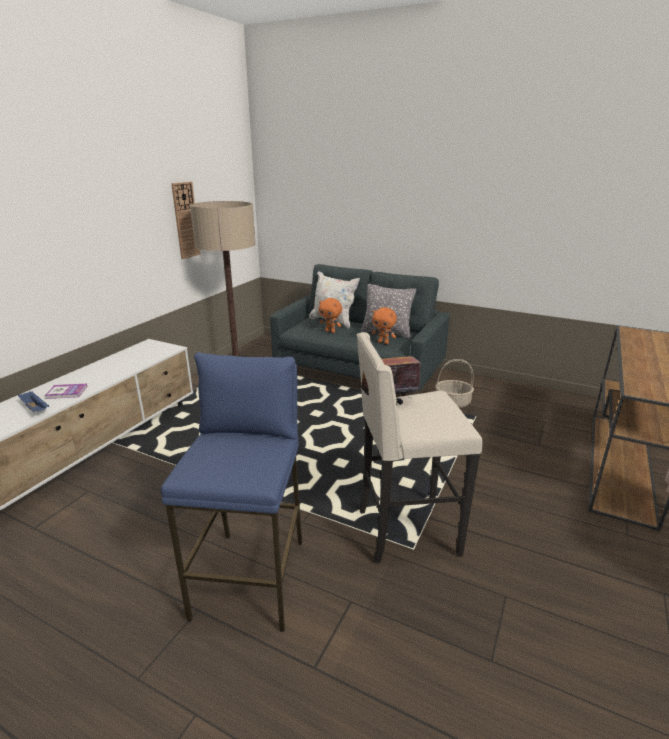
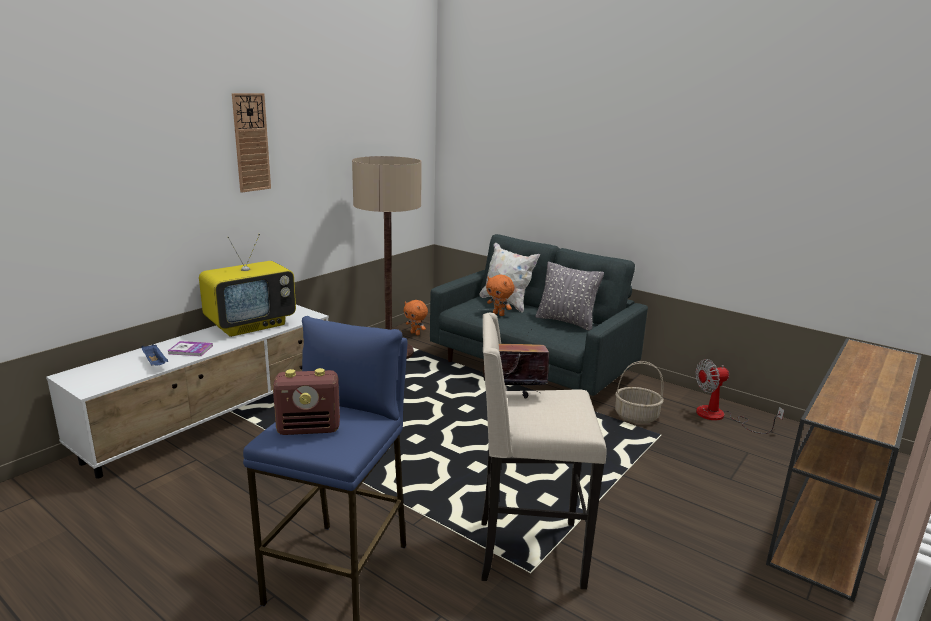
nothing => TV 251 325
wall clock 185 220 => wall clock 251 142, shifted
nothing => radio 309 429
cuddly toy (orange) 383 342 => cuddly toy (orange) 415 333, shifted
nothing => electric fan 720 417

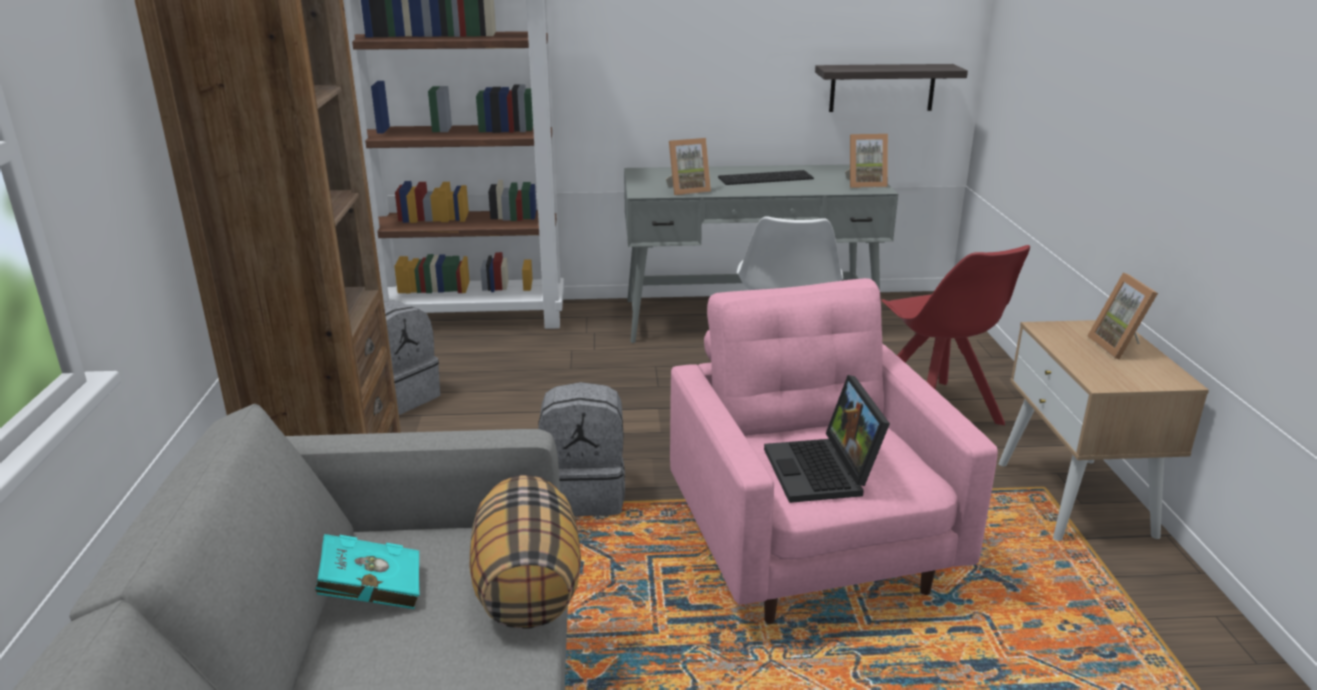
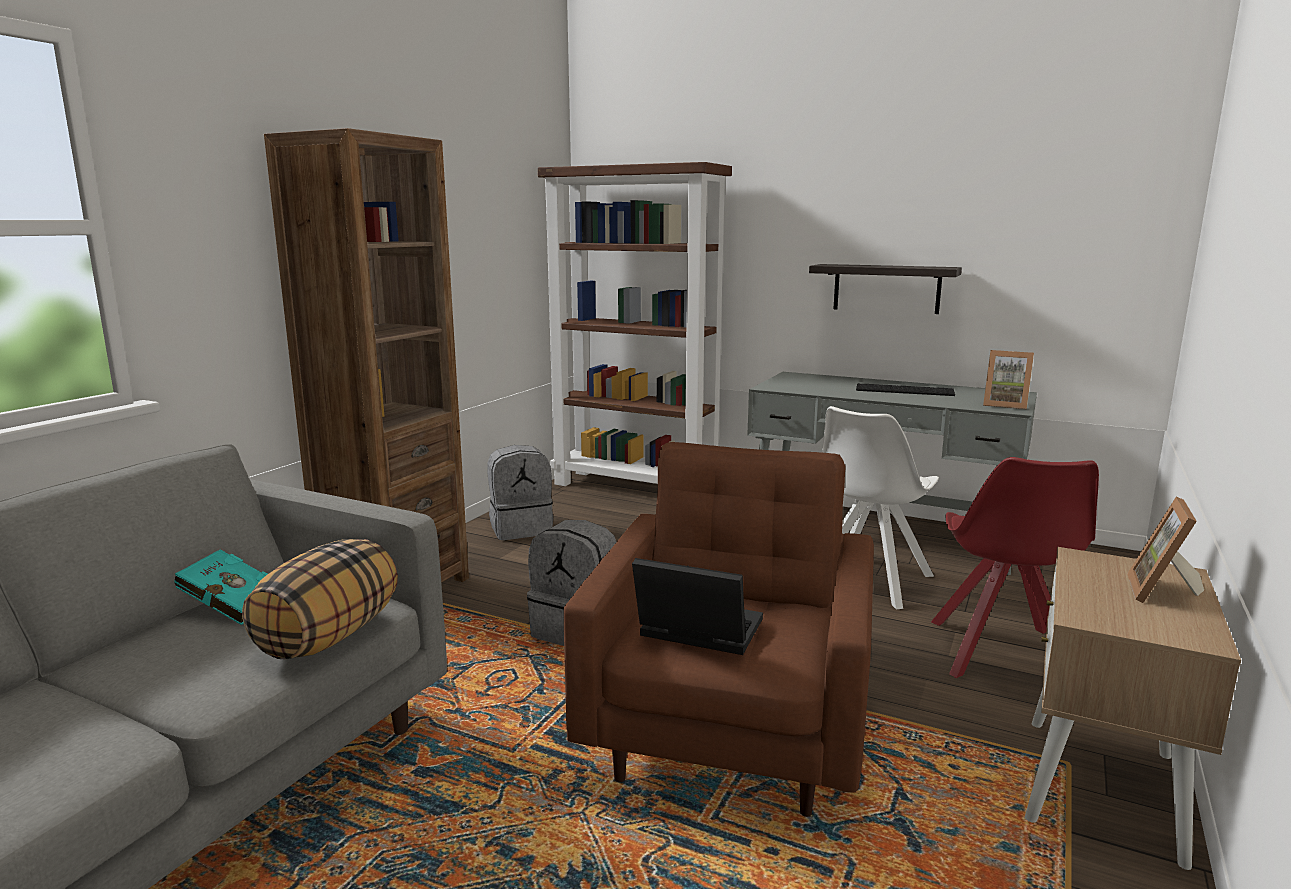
armchair (pinkish) 811 547 => armchair (brown-coloured) 731 733
portable computer 824 472 => portable computer 695 632, 90 degrees clockwise
bracket shelf 882 88 => bracket shelf 886 288, shifted
standing frame 687 190 => nothing

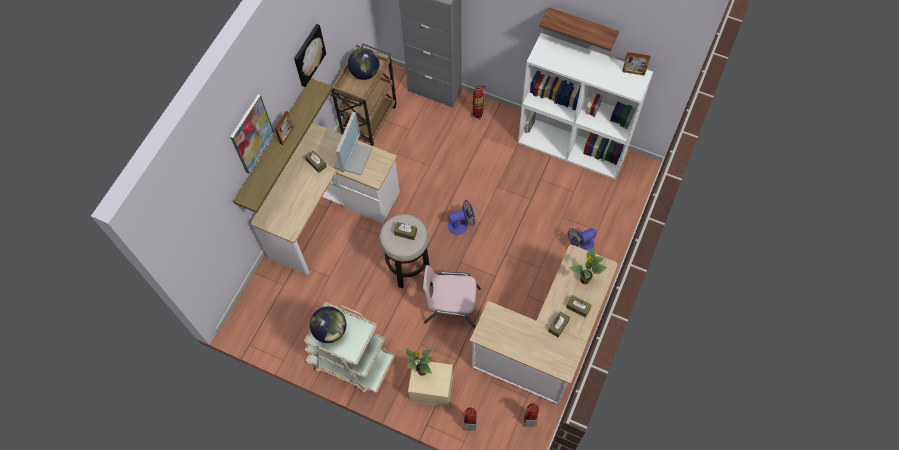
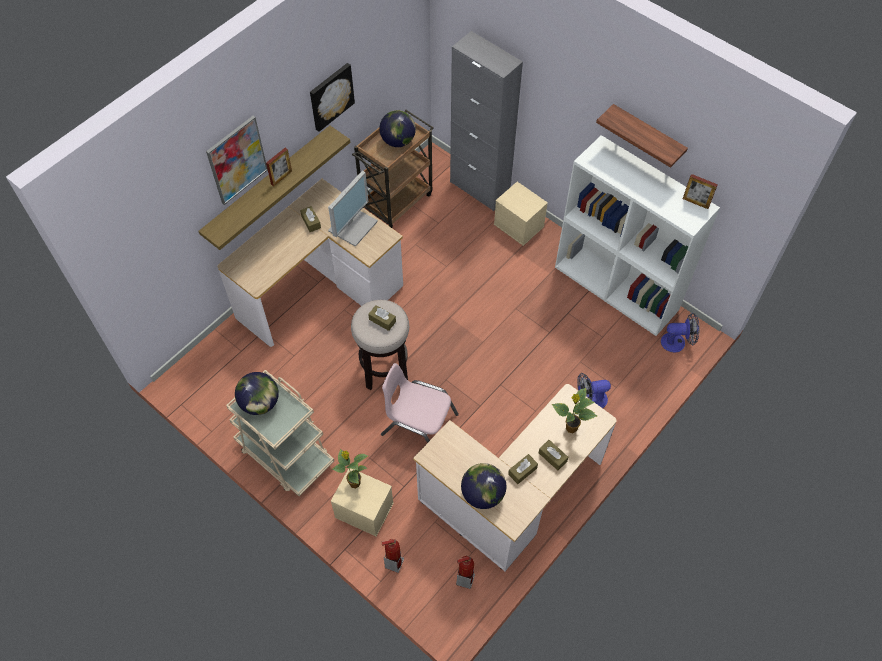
nothing => globe 483 494
fire-fighting cylinder 477 114 => storage container (beige) 519 225
electric fan 461 224 => electric fan 677 342, shifted

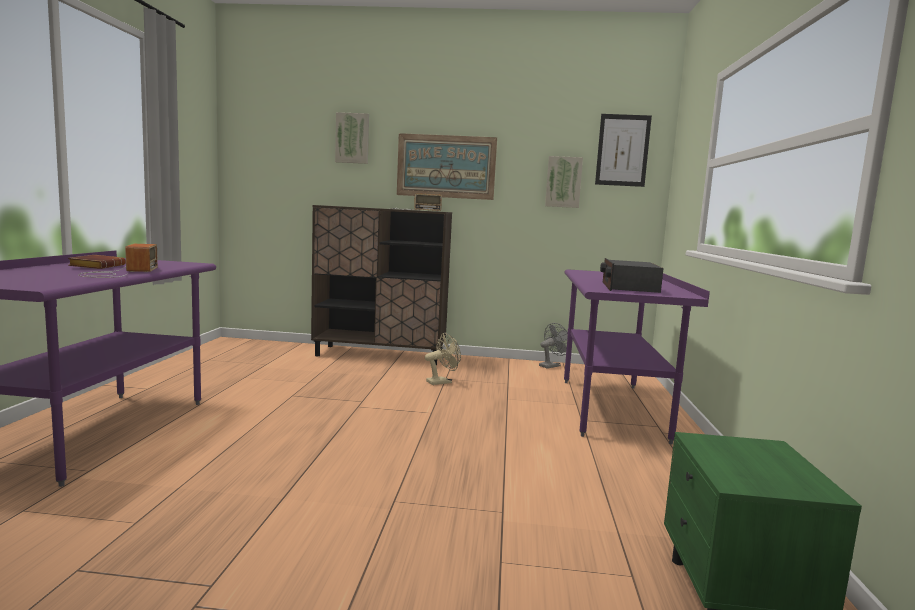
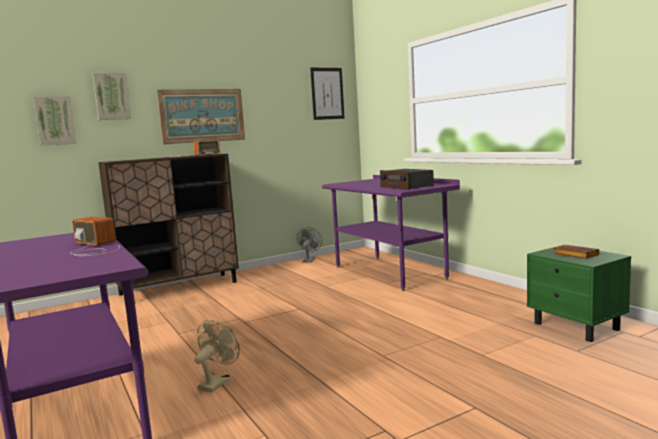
picture 563 182 => picture 55 120, shifted
electric fan (beige) 442 382 => electric fan (beige) 217 382, shifted
volume (brown-coloured) 97 266 => volume (brown-coloured) 574 255, shifted

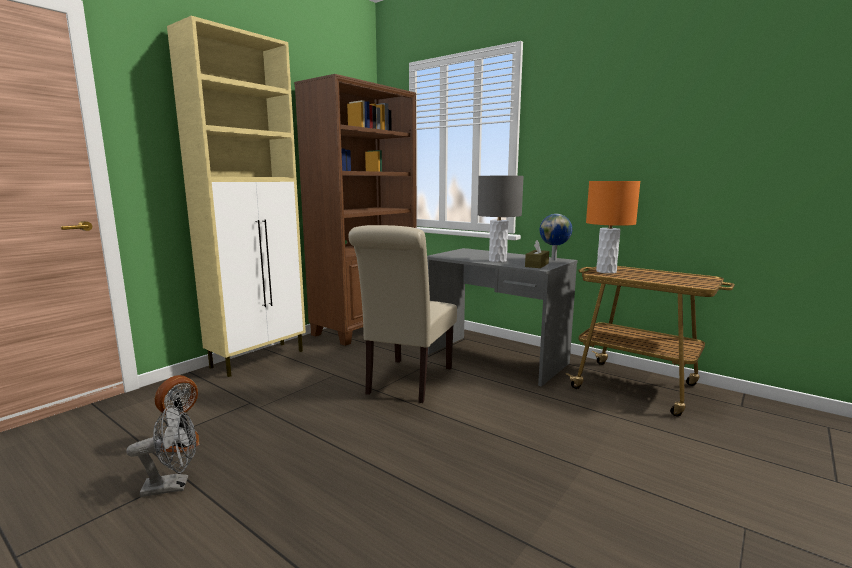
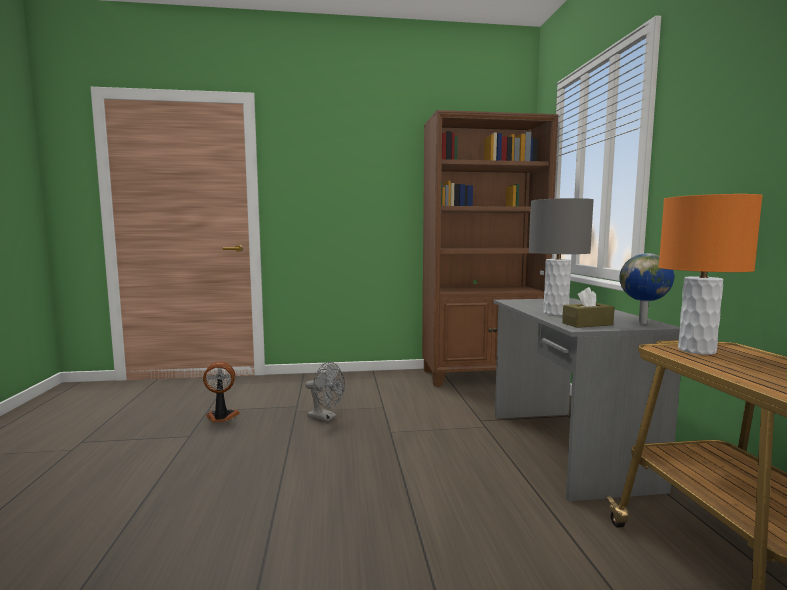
electric fan (gray) 173 486 => electric fan (gray) 326 417, shifted
storage cabinet (beige) 259 358 => nothing
chair (beige) 407 382 => nothing

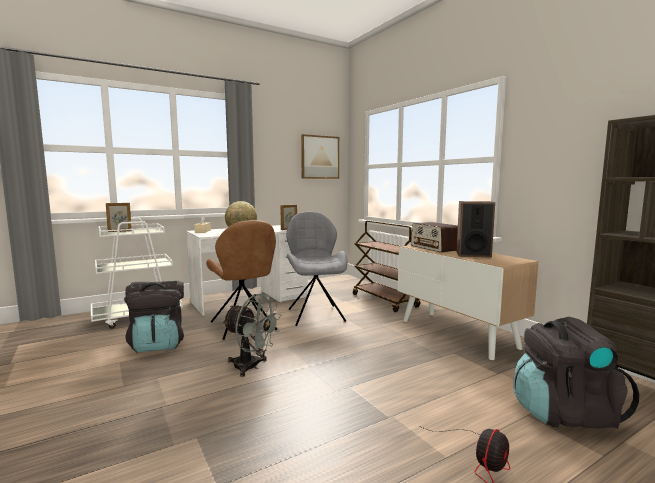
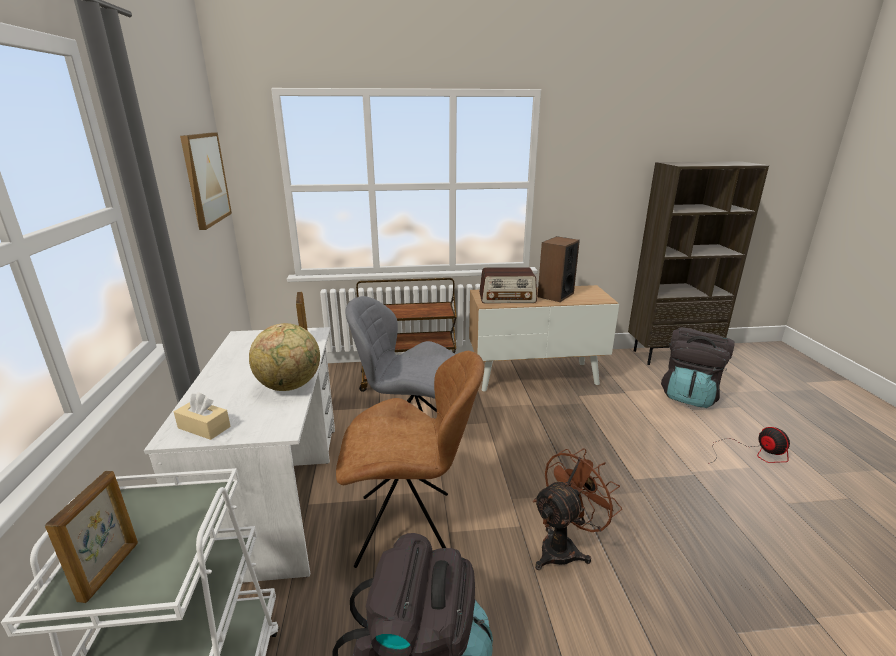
electric fan (gray) 251 367 => electric fan (brown-coloured) 564 547

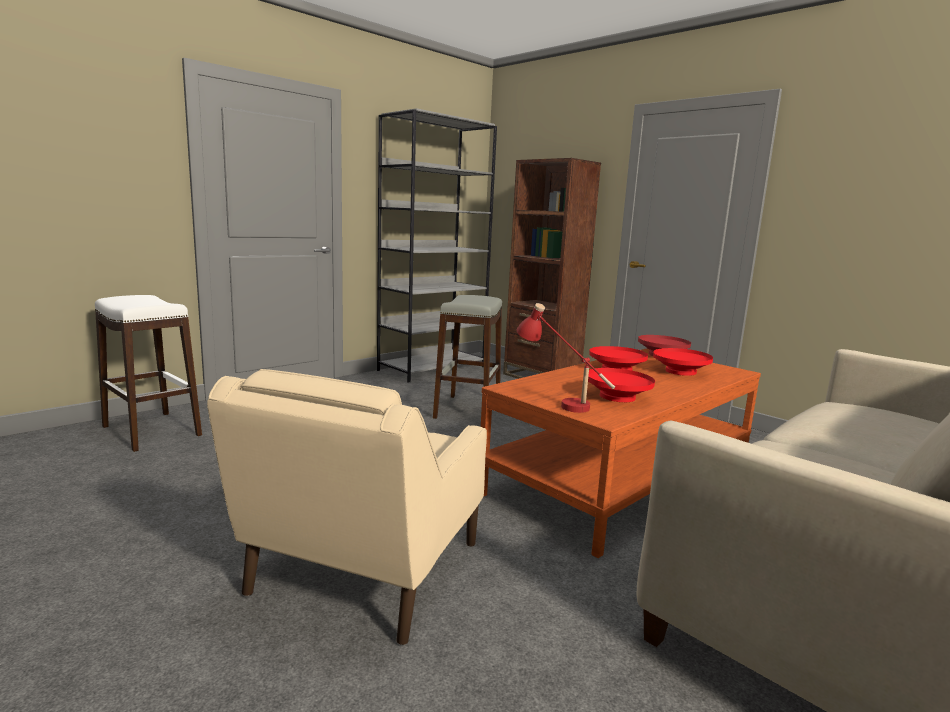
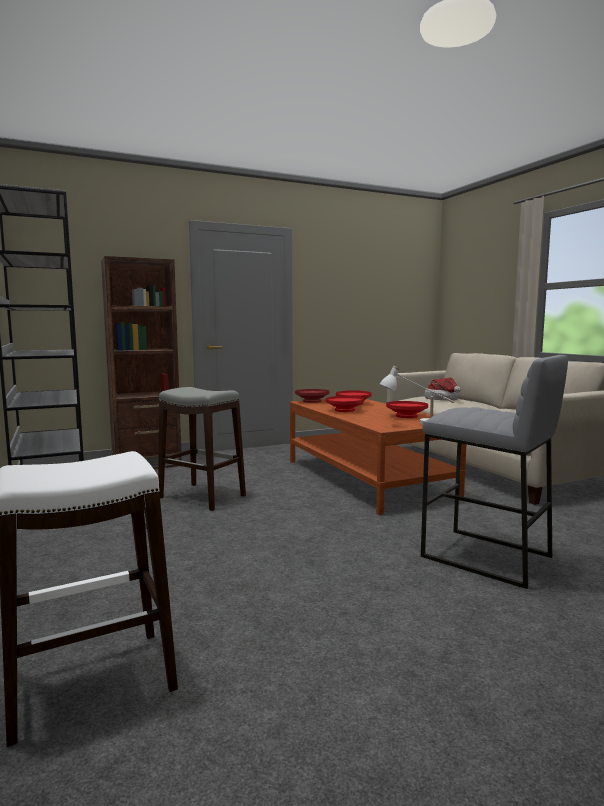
table lamp (red) 560 402 => table lamp (whitish) 417 424
armchair (beige) 364 571 => stool seat (gray) 485 557
nothing => clothing hat 443 399

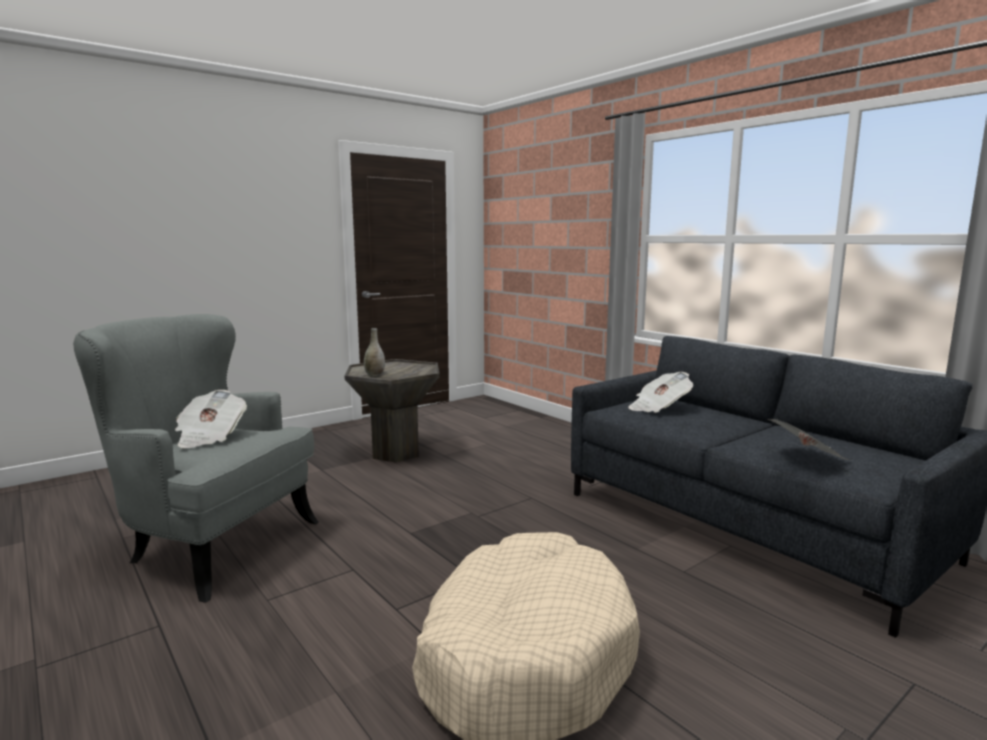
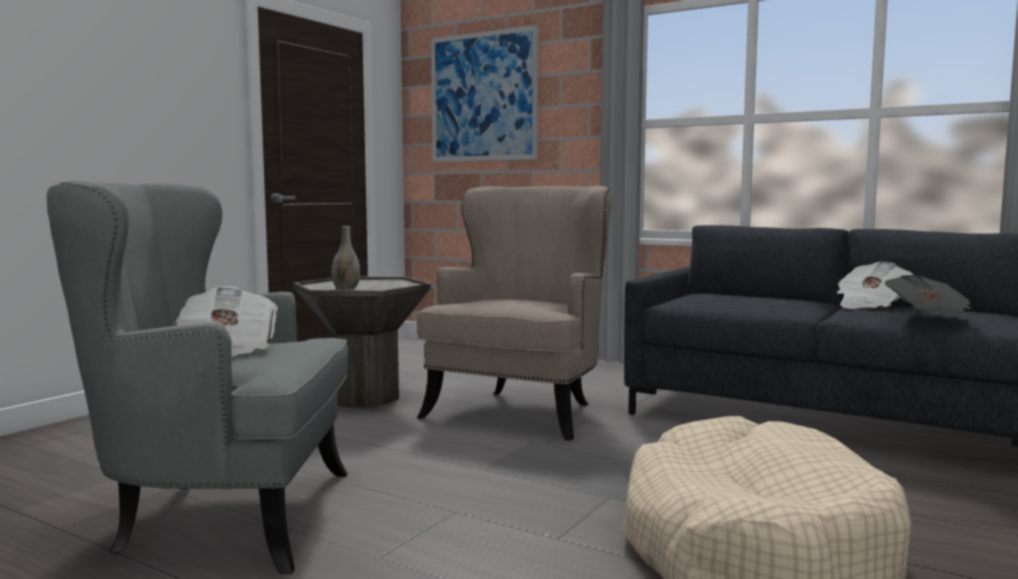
nothing => armchair (beige) 521 410
nothing => picture 483 97
printed paper 658 408 => printed paper 870 305, shifted

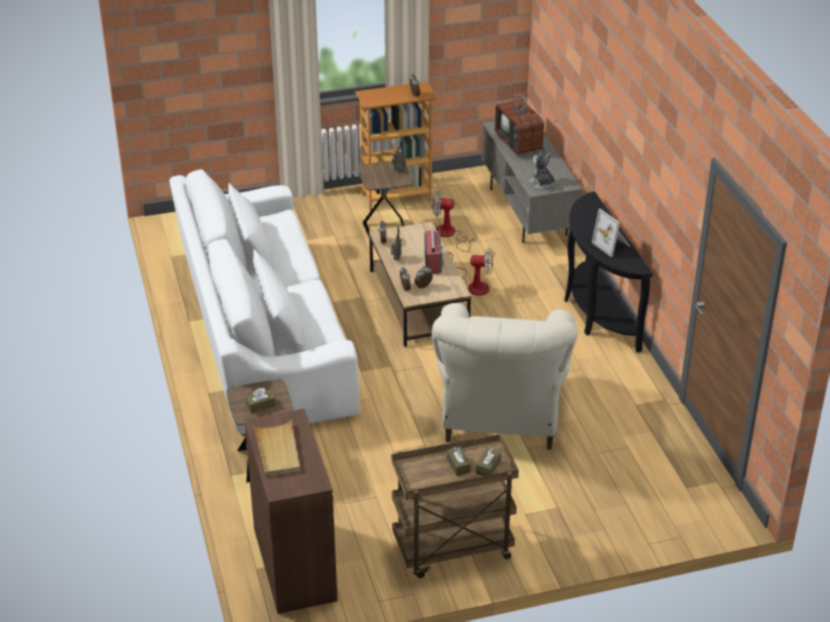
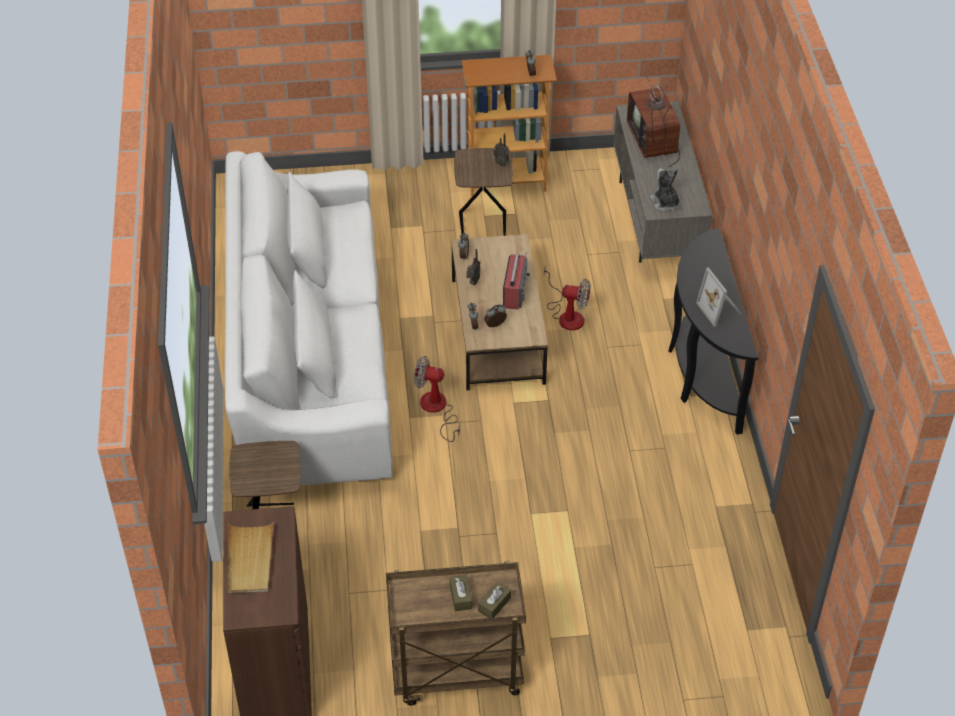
electric fan 449 235 => electric fan 437 409, shifted
tissue holder (brown-coloured) 261 406 => nothing
armchair (beige) 501 414 => nothing

